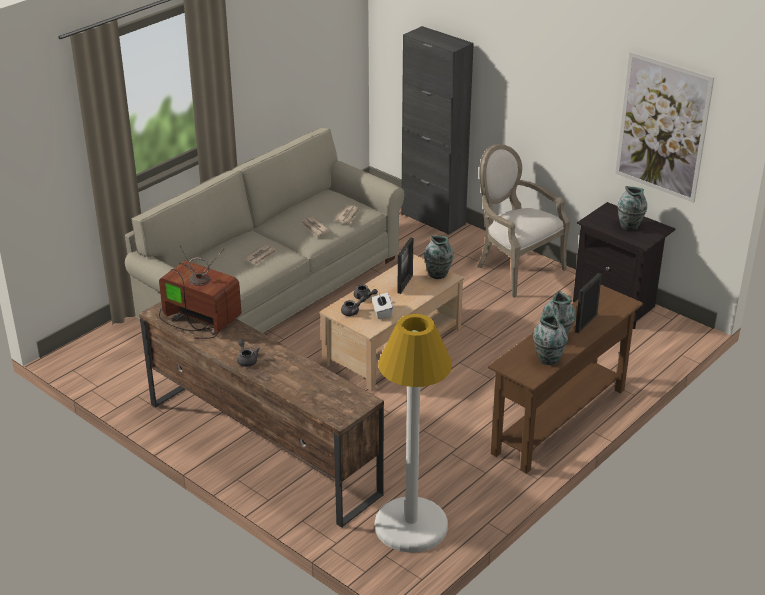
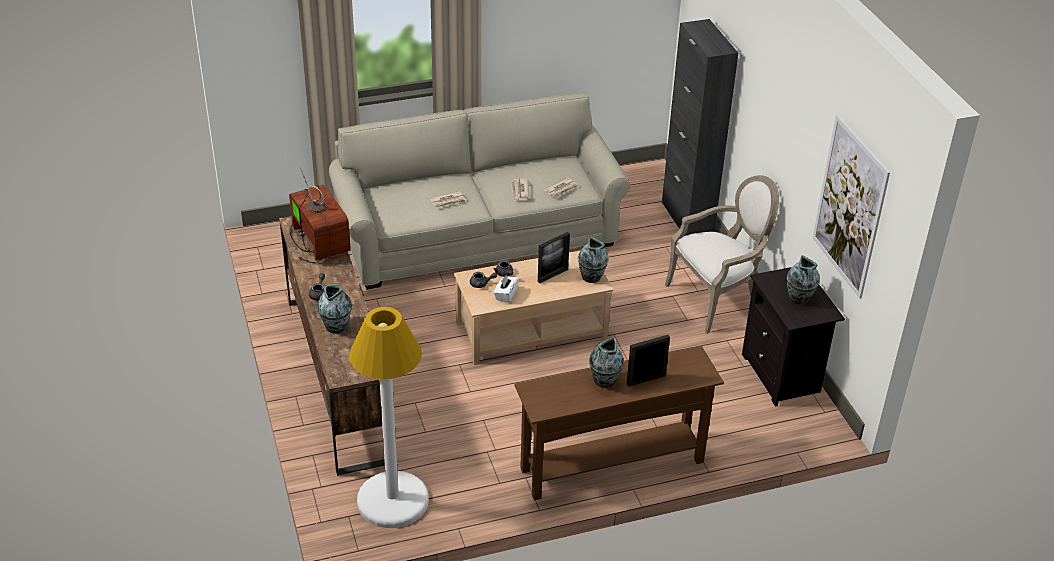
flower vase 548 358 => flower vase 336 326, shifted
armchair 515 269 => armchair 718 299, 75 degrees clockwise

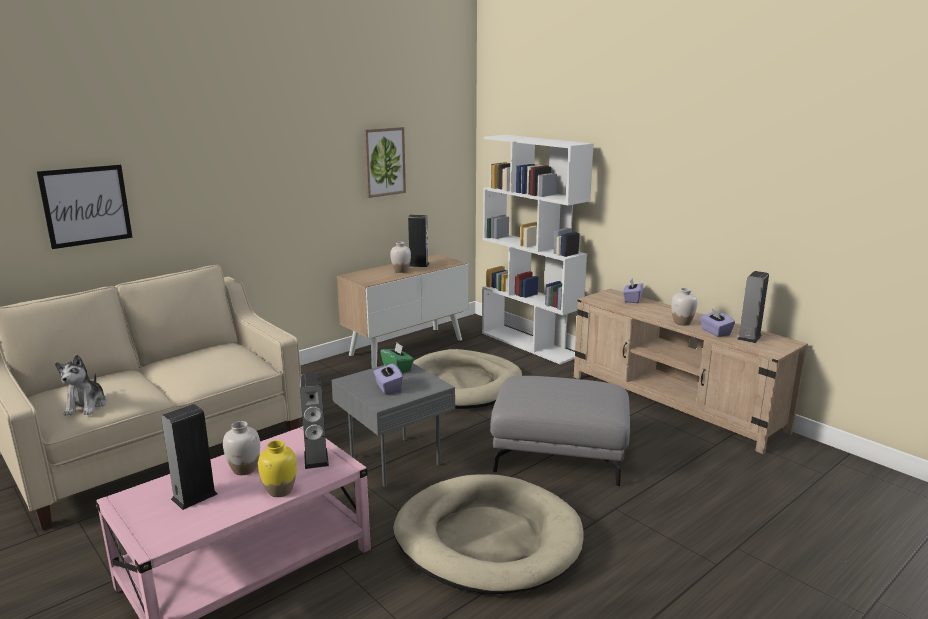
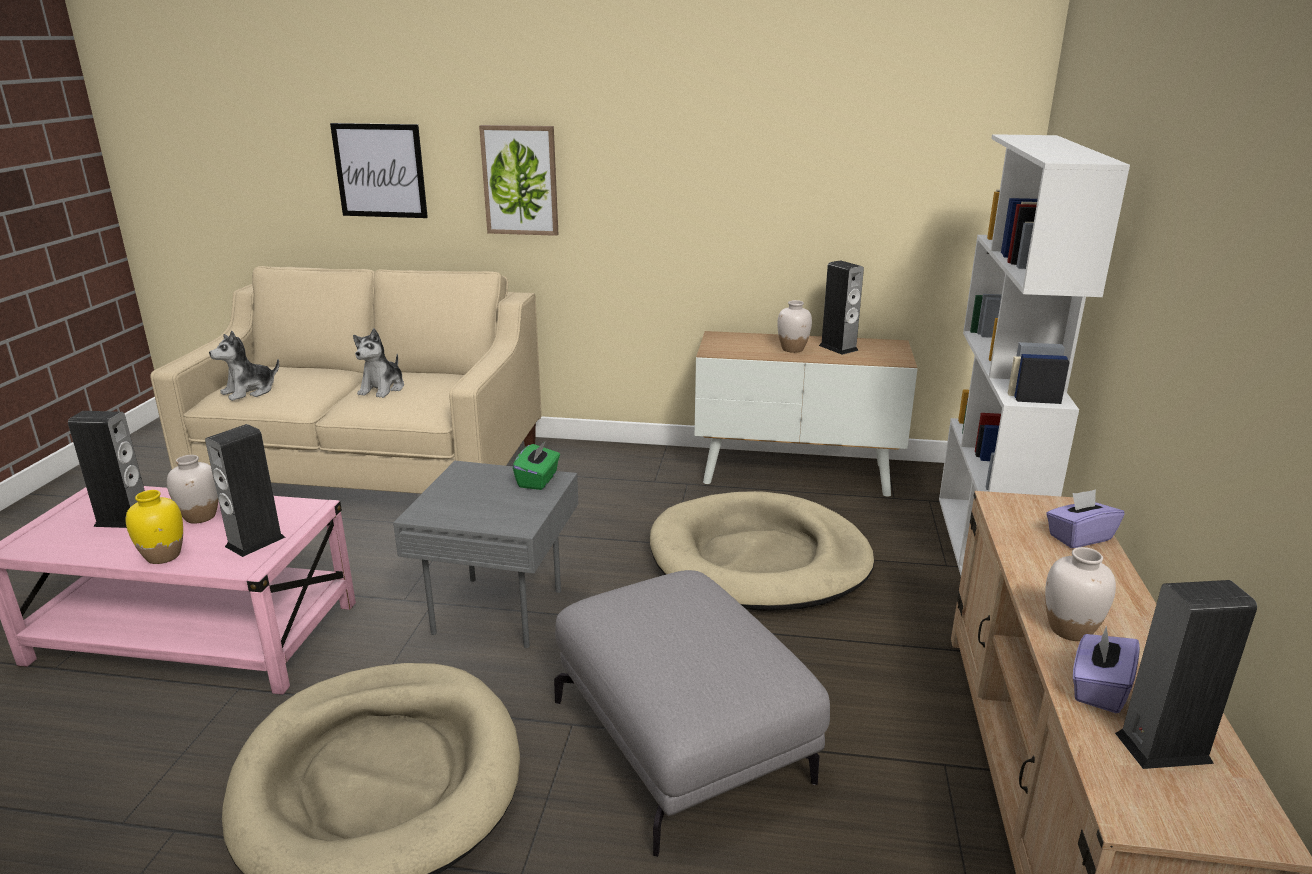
nothing => cuddly toy 383 389
picture 384 162 => picture 520 180, shifted
tissue holder (purple-coloured) 388 388 => nothing

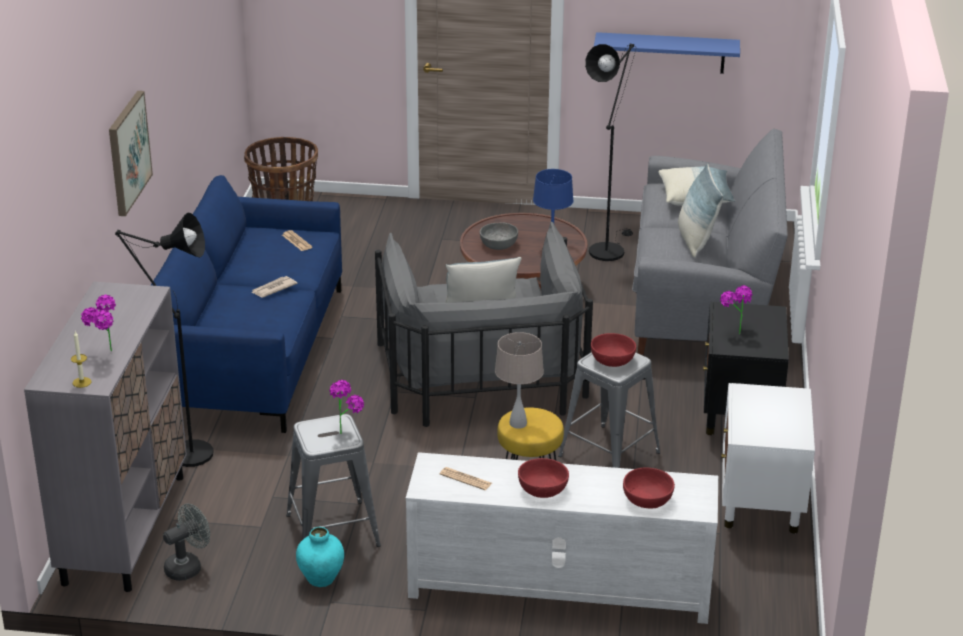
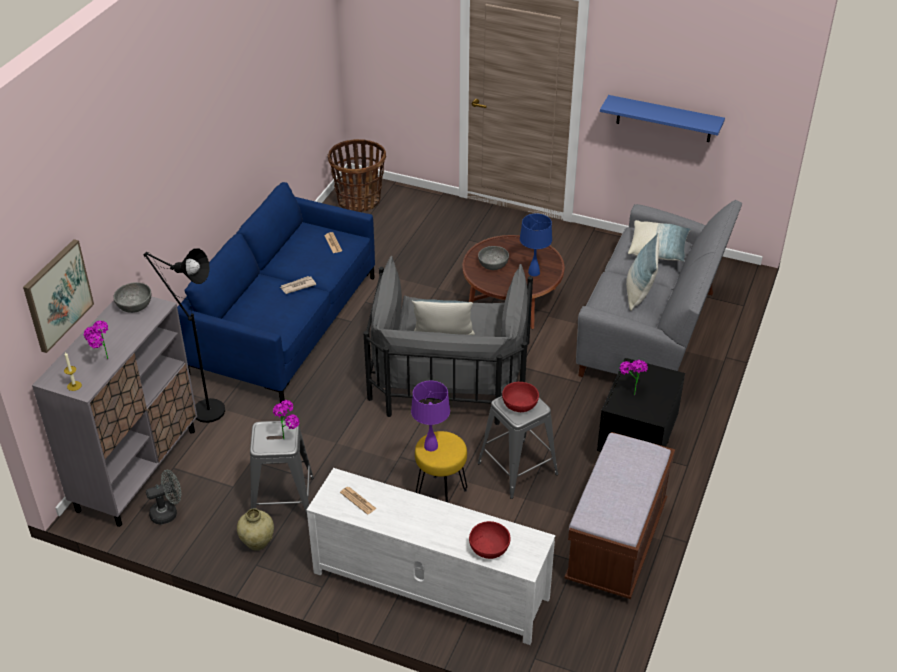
picture 128 152 => picture 57 295, shifted
nothing => deep dish (gray) 134 305
flower vase (turquoise-coloured) 321 579 => flower vase (beige) 257 543
table lamp (beige) 518 423 => table lamp (purple-coloured) 431 446
night table (whitish) 760 508 => bench (brown-coloured) 616 543
deep dish (red) 542 488 => nothing
standard lamp (blackish) 608 249 => nothing

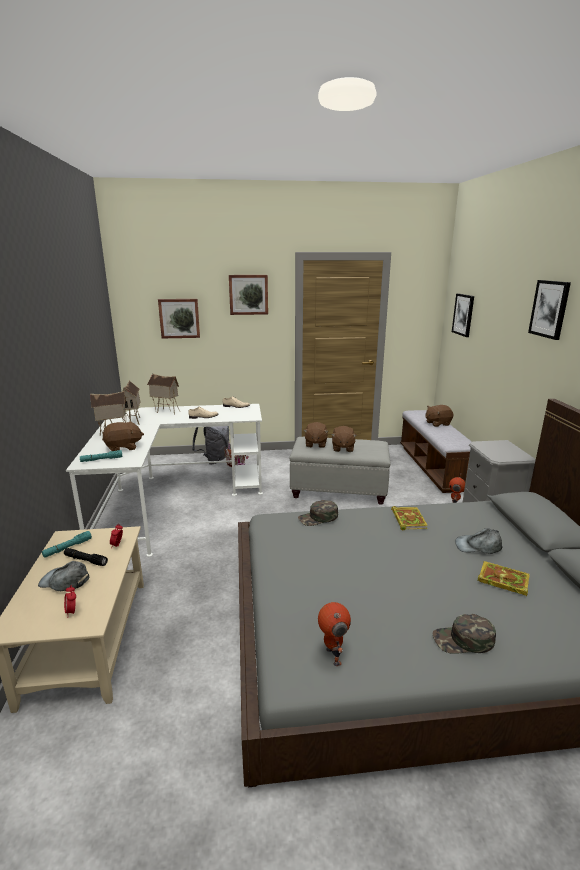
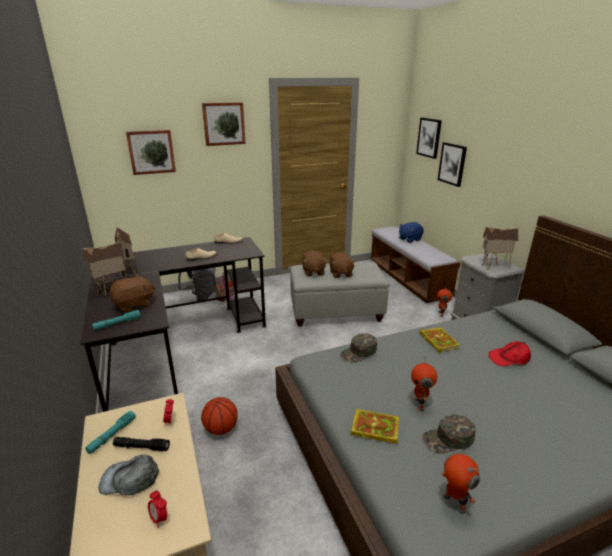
desk unit (whitish) 171 501 => desk unit (blackish) 176 348
nothing => basketball ball 221 429
volume 502 580 => volume 373 428, shifted
cuddly toy (brown-coloured) 437 423 => cuddly toy (blue) 409 239
nothing => robot figure 420 404
baseball cap (greenish) 463 640 => baseball cap (greenish) 448 439, shifted
picture 549 309 => picture 452 164, shifted
miniature house 165 412 => miniature house 494 267, shifted
baseball cap (gray) 478 546 => baseball cap (red) 509 358

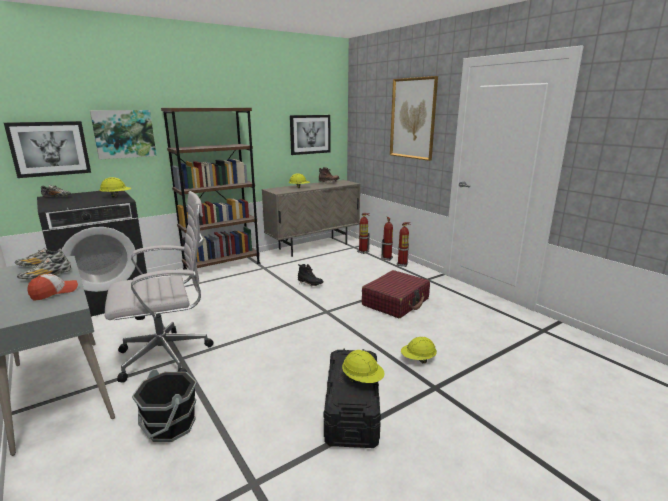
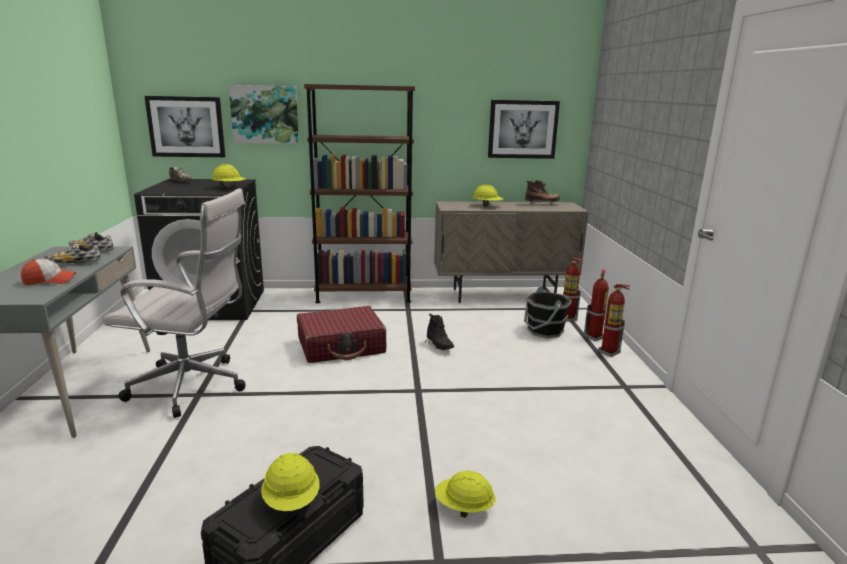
travel case (red) 396 302 => travel case (red) 341 346, shifted
bucket (blackish) 170 426 => bucket (blackish) 544 330, shifted
picture 413 118 => nothing

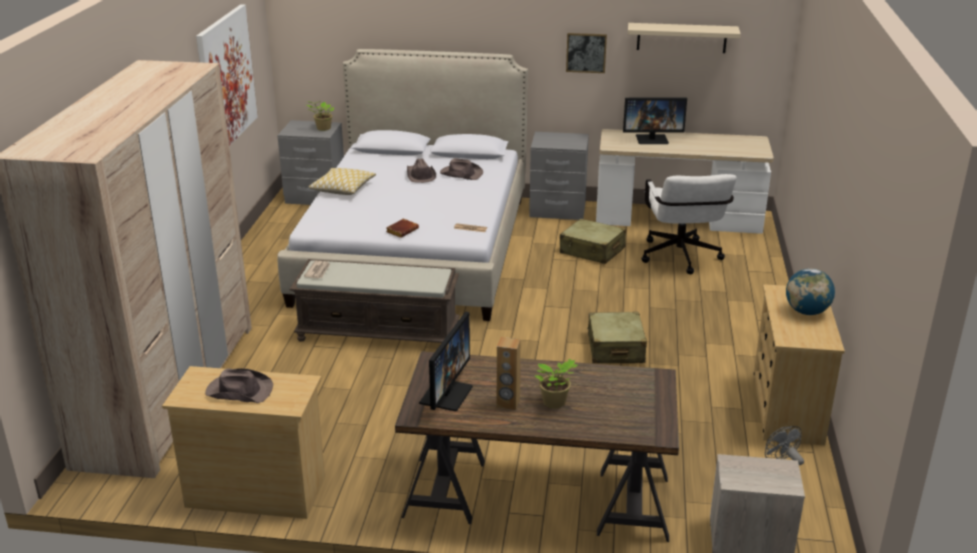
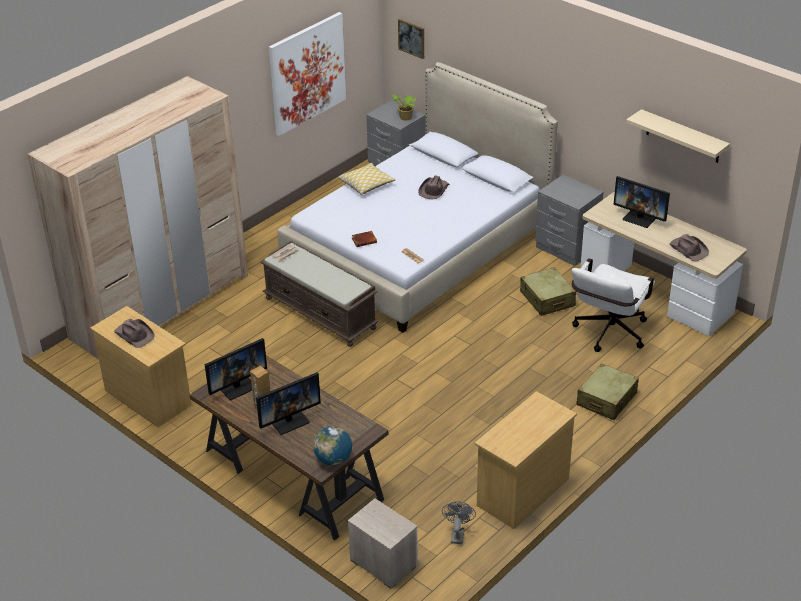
houseplant 555 403 => computer screen 289 420
globe 807 312 => globe 333 459, shifted
picture 586 52 => picture 411 38, shifted
travel case (beige) 615 348 => travel case (beige) 606 399, shifted
clothing hat (brown-coloured) 461 173 => clothing hat (brown-coloured) 688 249, shifted

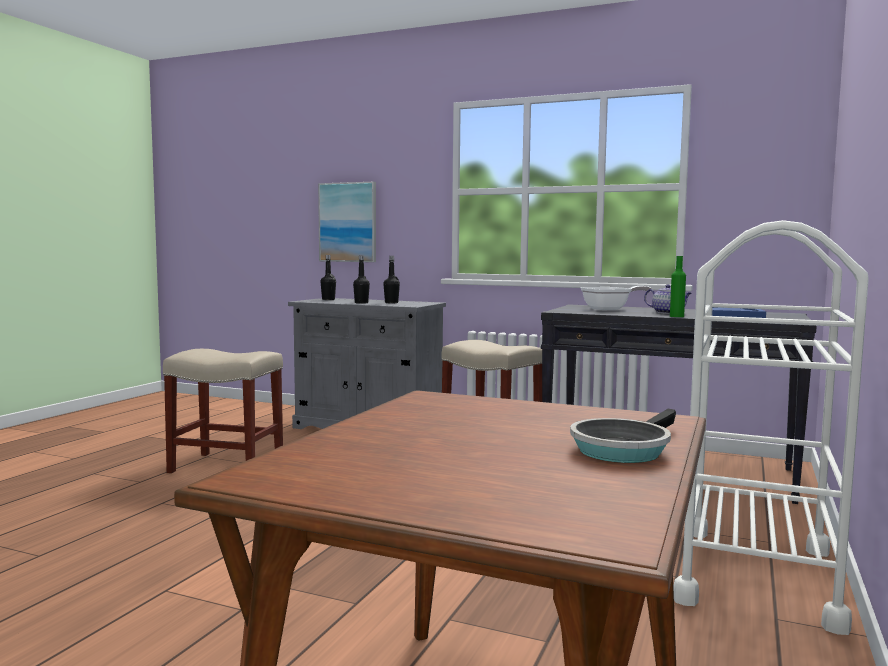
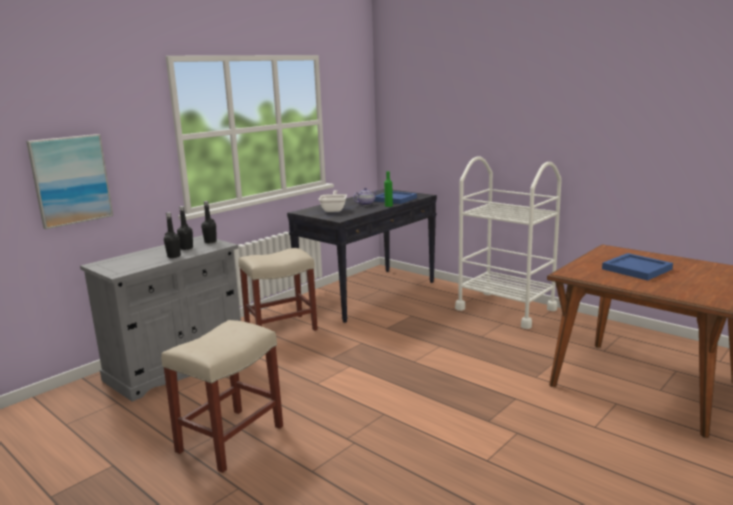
drink bottle (blackish) 328 299 => drink bottle (blackish) 210 242, shifted
nothing => carrying tray (blue) 637 269
pan 622 449 => nothing

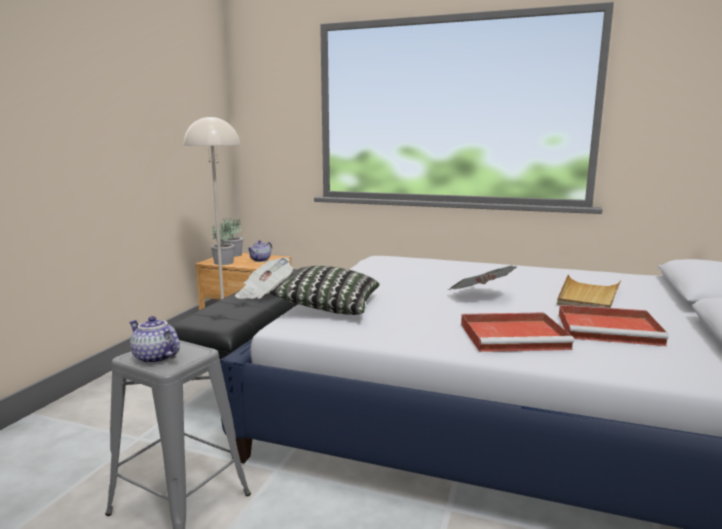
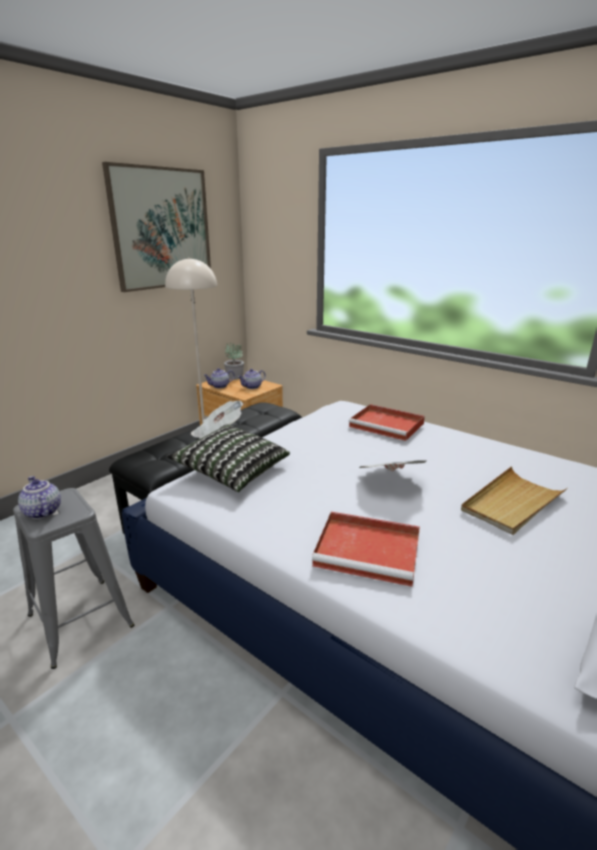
nothing => picture 162 229
houseplant 224 262 => tea pot 220 386
carrying tray (red) 610 329 => carrying tray (red) 388 425, shifted

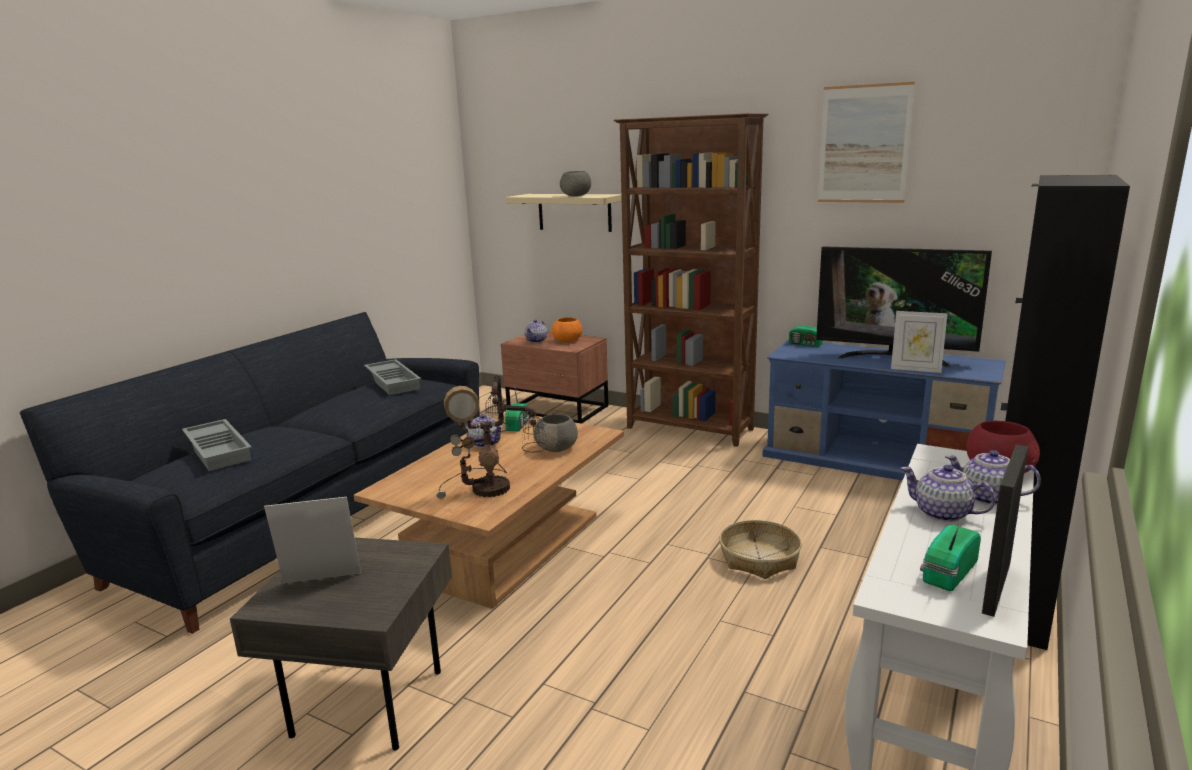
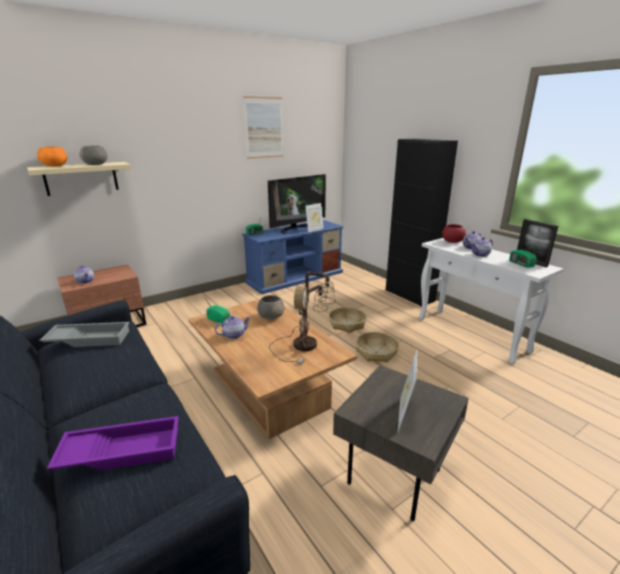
deep dish (orange) 568 341 => deep dish (orange) 55 166, shifted
carrying tray (gray) 220 450 => carrying tray (purple-coloured) 122 450
nothing => basket 376 352
bookcase (brown-coloured) 690 429 => nothing

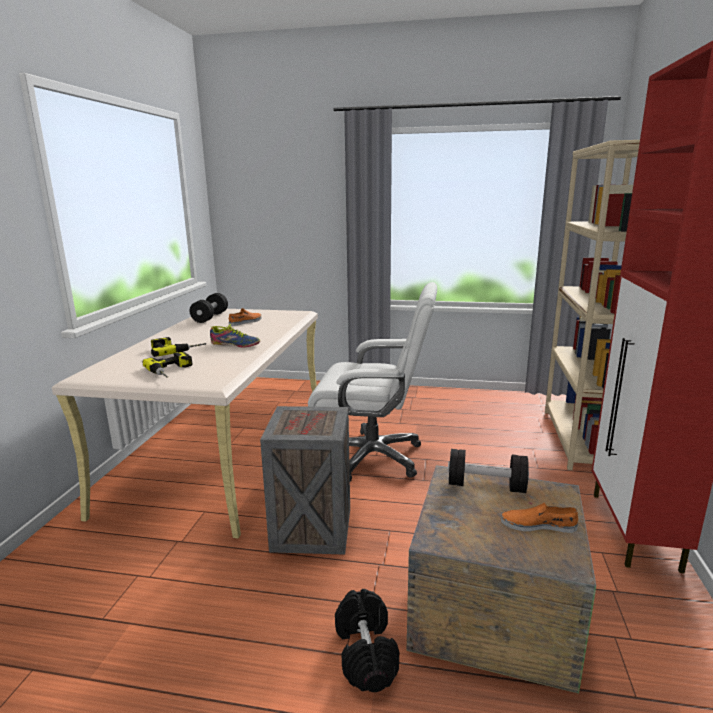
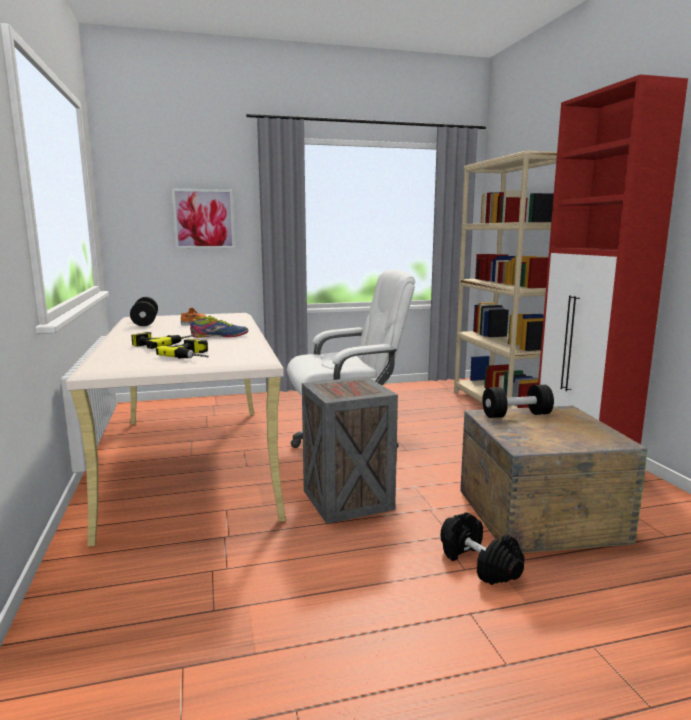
nothing => picture 204 219
item of footwear (orange) 538 525 => nothing

